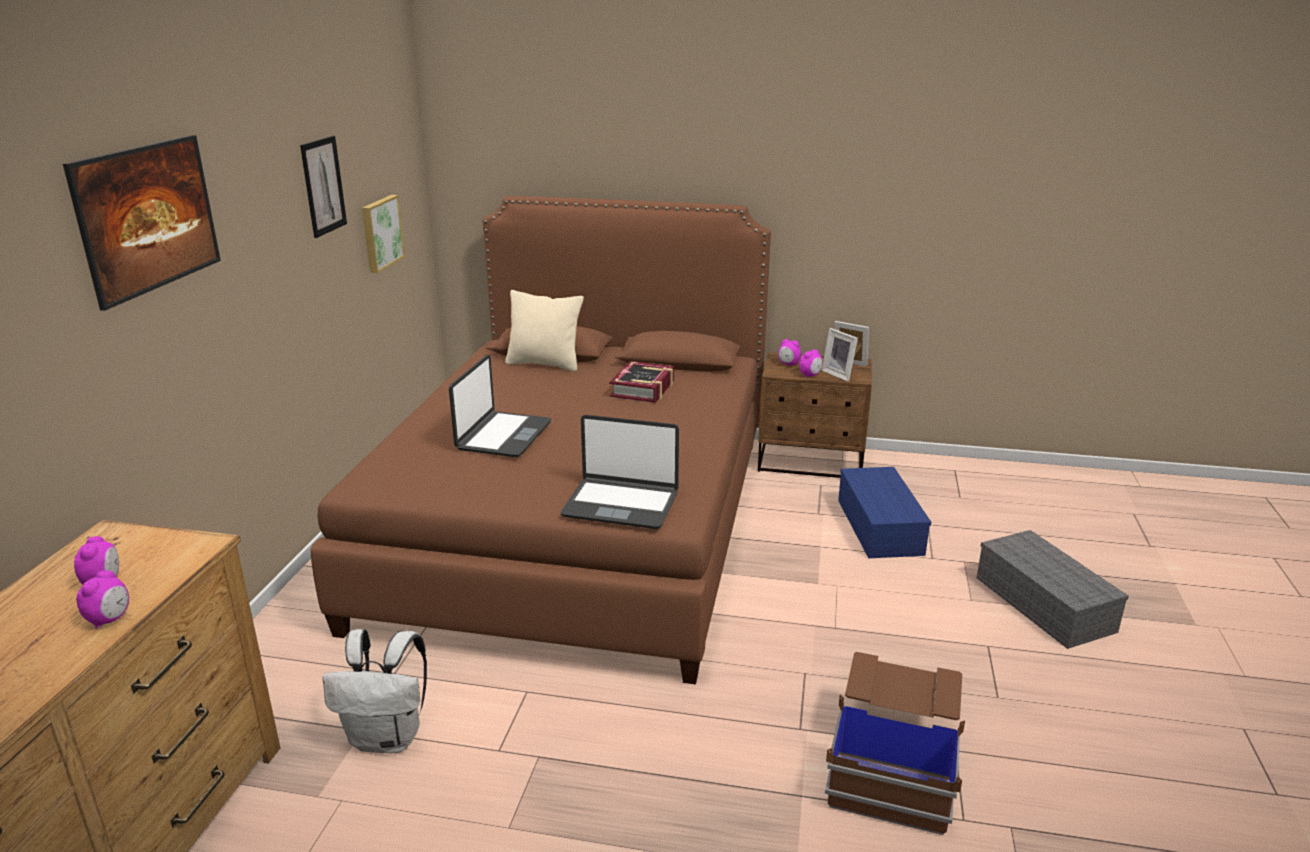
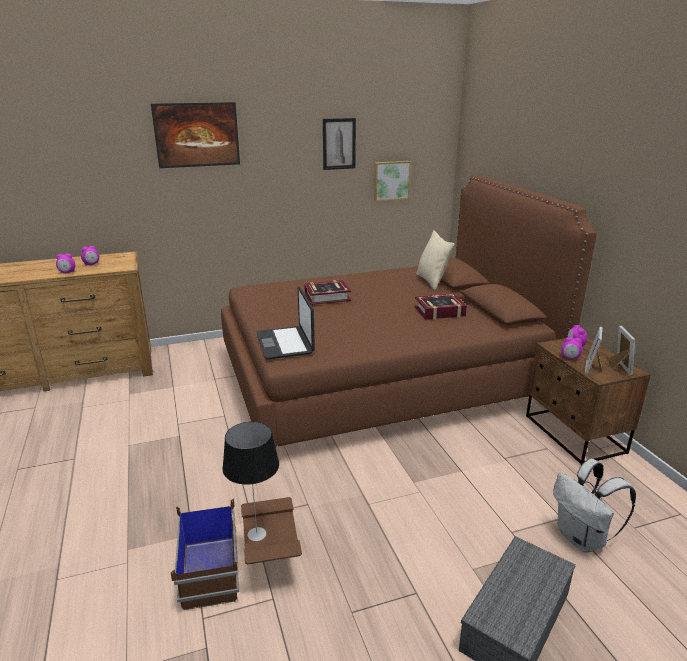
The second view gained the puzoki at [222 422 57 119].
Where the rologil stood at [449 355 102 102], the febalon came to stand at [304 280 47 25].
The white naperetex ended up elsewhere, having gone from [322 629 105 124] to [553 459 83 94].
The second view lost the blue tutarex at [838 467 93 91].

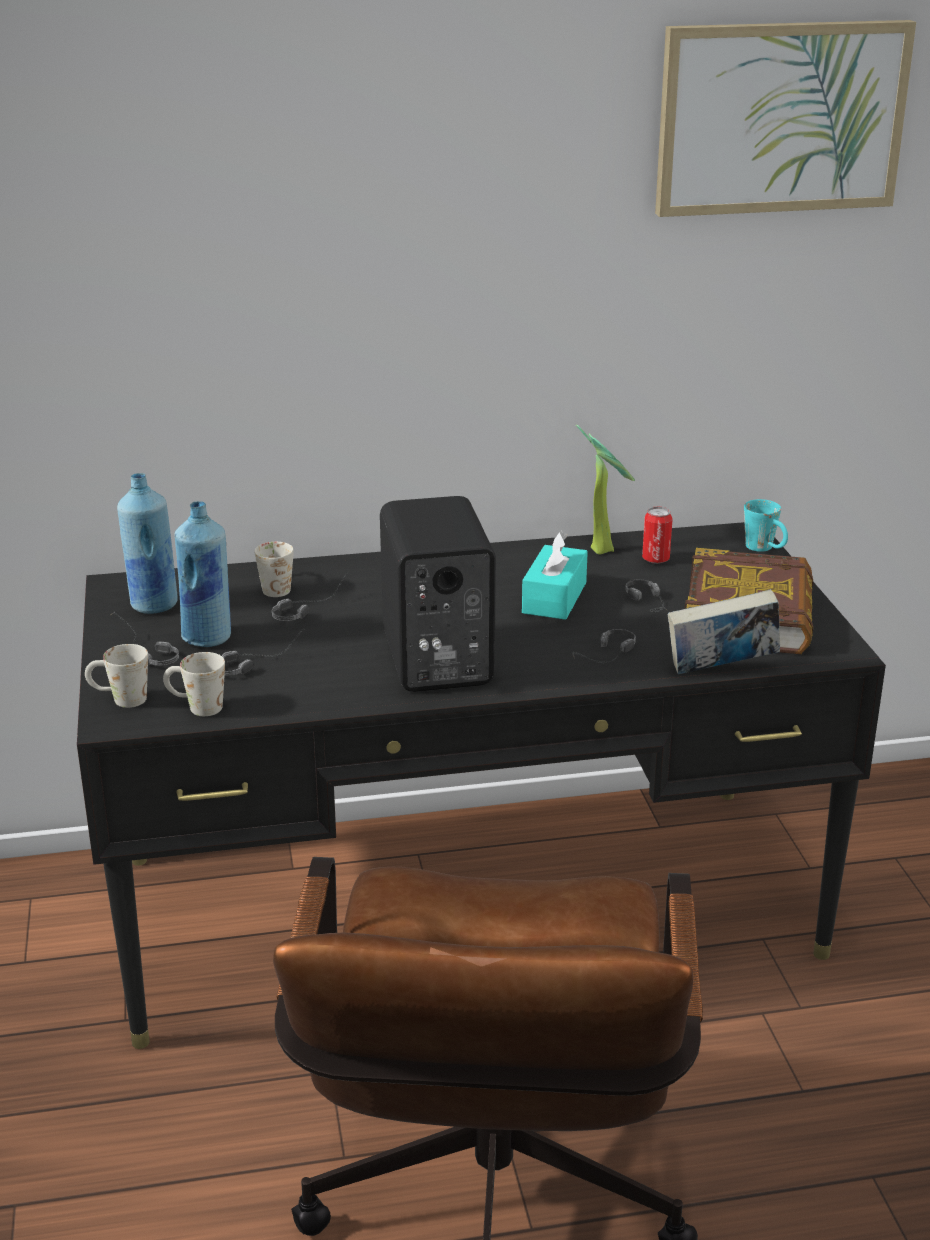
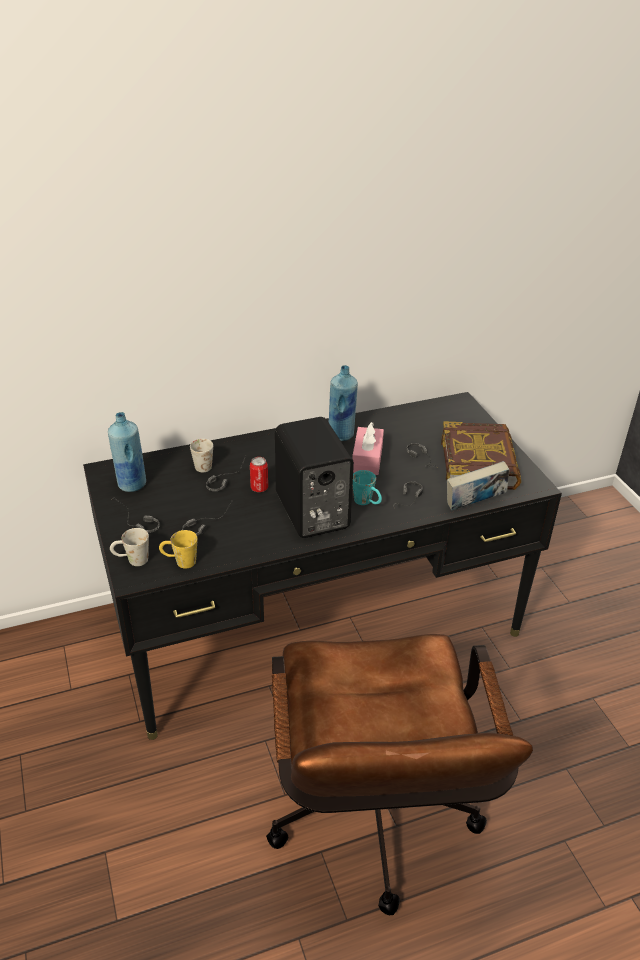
What was the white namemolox at [163 652 62 64] turned into the yellow namemolox at [159 530 39 39].
The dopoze ended up elsewhere, having gone from [642 507 31 57] to [250 457 18 35].
The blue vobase ended up elsewhere, having gone from [174 501 57 146] to [329 365 29 76].
What was the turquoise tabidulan at [522 531 66 89] turned into the pink tabidulan at [352 422 32 53].
The turquoise namemolox ended up elsewhere, having gone from [744 499 44 53] to [353 470 29 35].
The second view lost the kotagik at [576 425 59 130].
The second view lost the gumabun at [655 20 261 197].

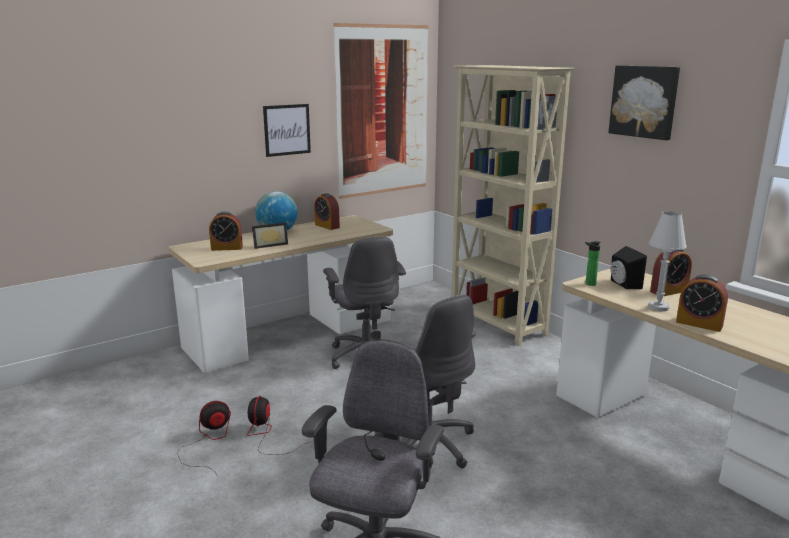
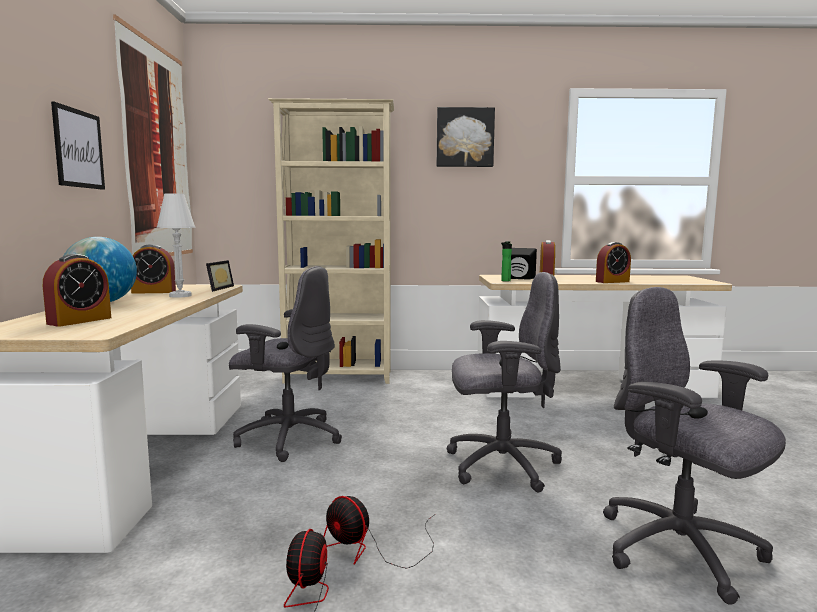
The white puzoki ended up elsewhere, having gone from [648 211 38 100] to [157 193 39 105].
The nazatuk ended up elsewhere, having gone from [252 222 36 27] to [206 260 28 32].

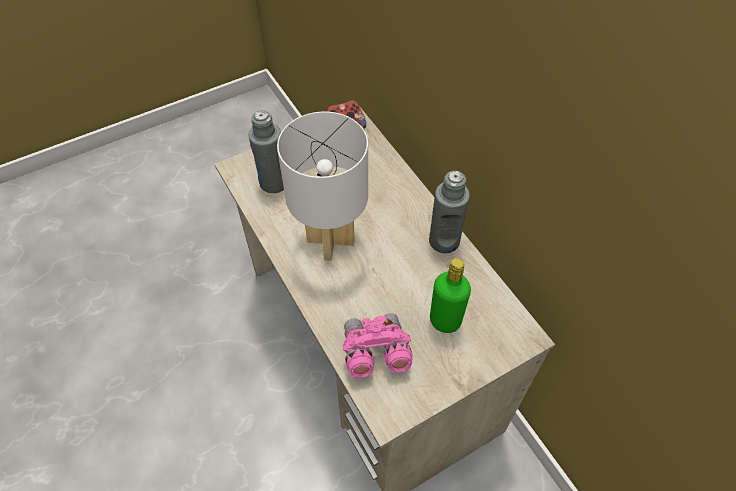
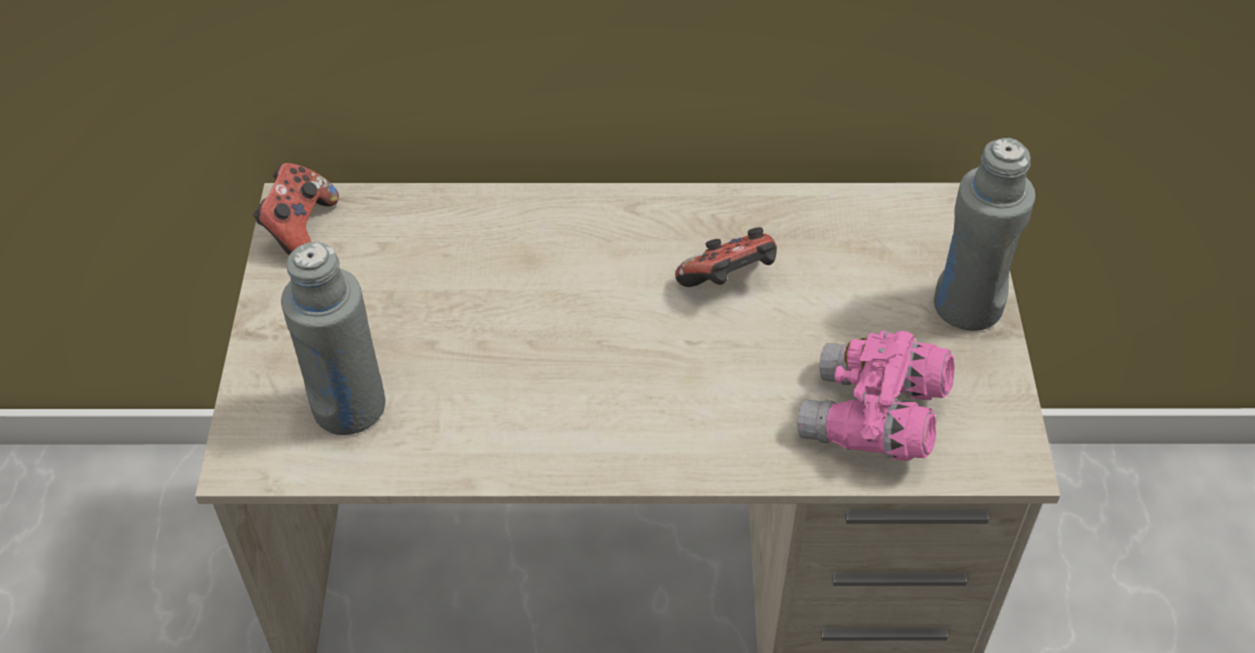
The second view gained the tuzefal at [675 227 102 60].
The grey vobase ended up elsewhere, having gone from [429 171 41 82] to [934 138 102 193].
The second view lost the white puzoki at [277 112 91 149].
The second view lost the green vobase at [430 258 41 75].

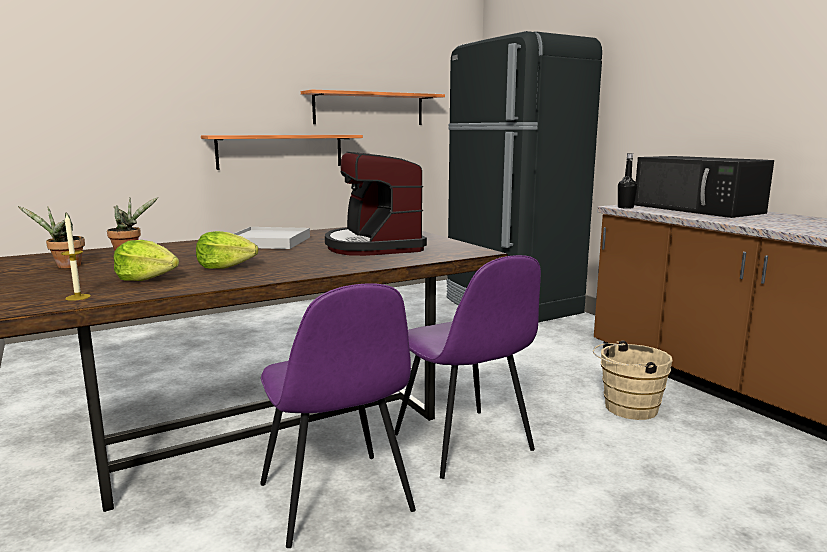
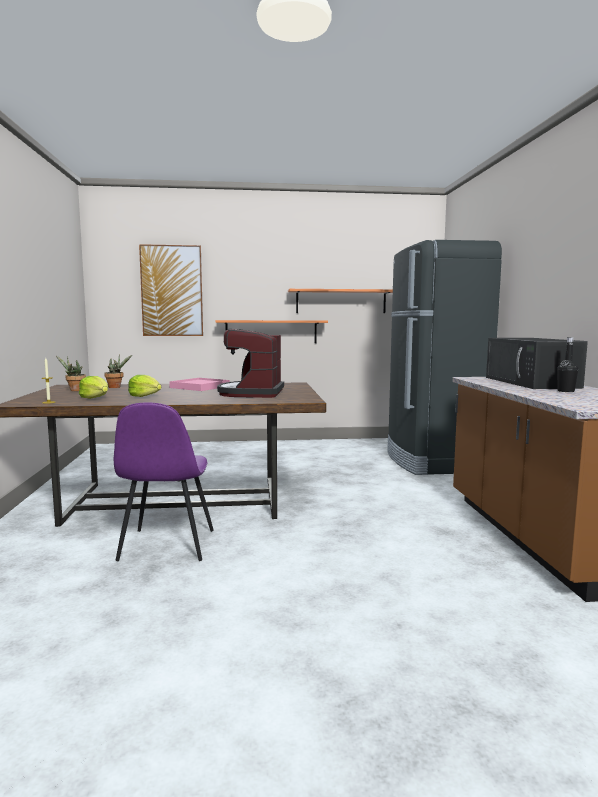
The second view gained the gumabun at [139 244 64 92].
What was the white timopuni at [233 227 77 22] turned into the pink timopuni at [169 378 61 13].
The black vobase ended up elsewhere, having gone from [618 153 19 56] to [557 337 21 55].
The second view lost the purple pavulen at [394 255 147 224].
The second view lost the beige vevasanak at [593 341 80 79].

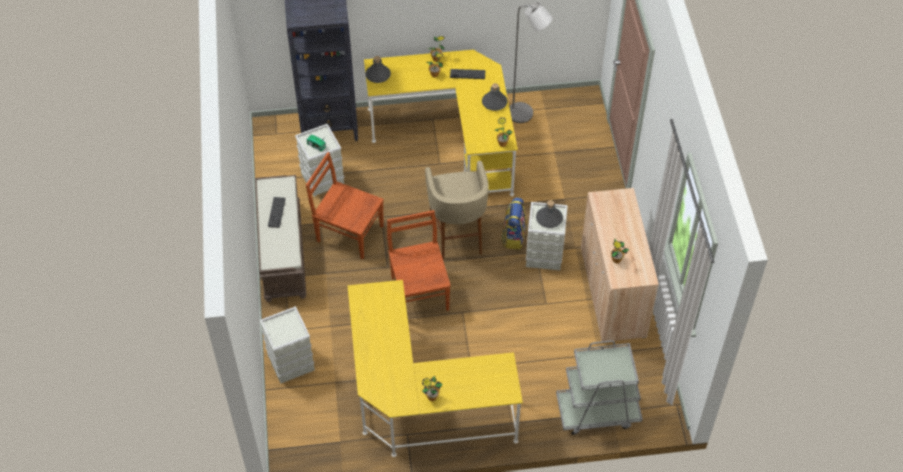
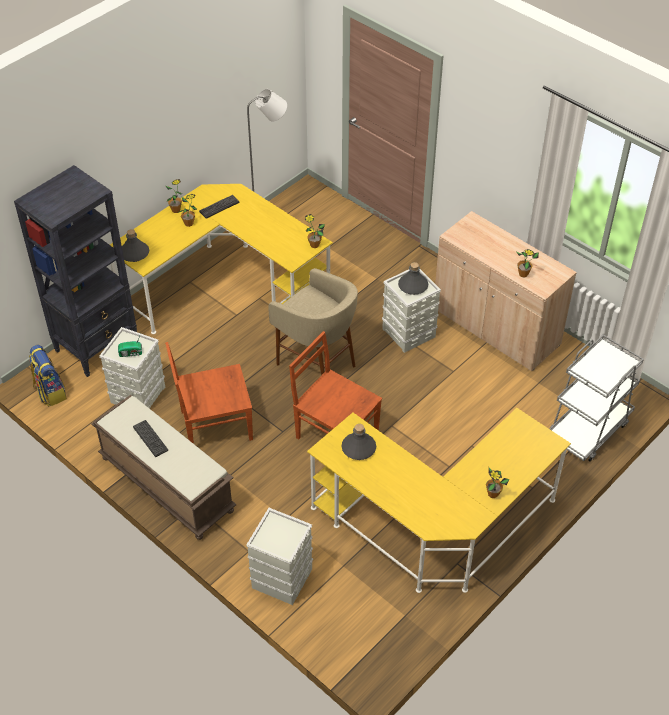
The naperetex ended up elsewhere, having gone from [501 198 26 52] to [29 345 38 62].
The grey vobase ended up elsewhere, having gone from [482 83 26 28] to [342 424 34 36].

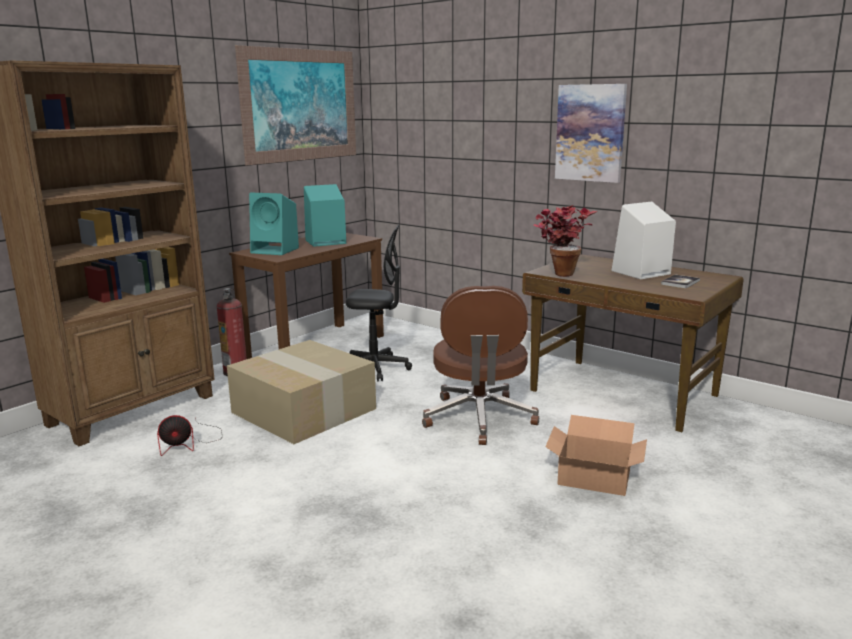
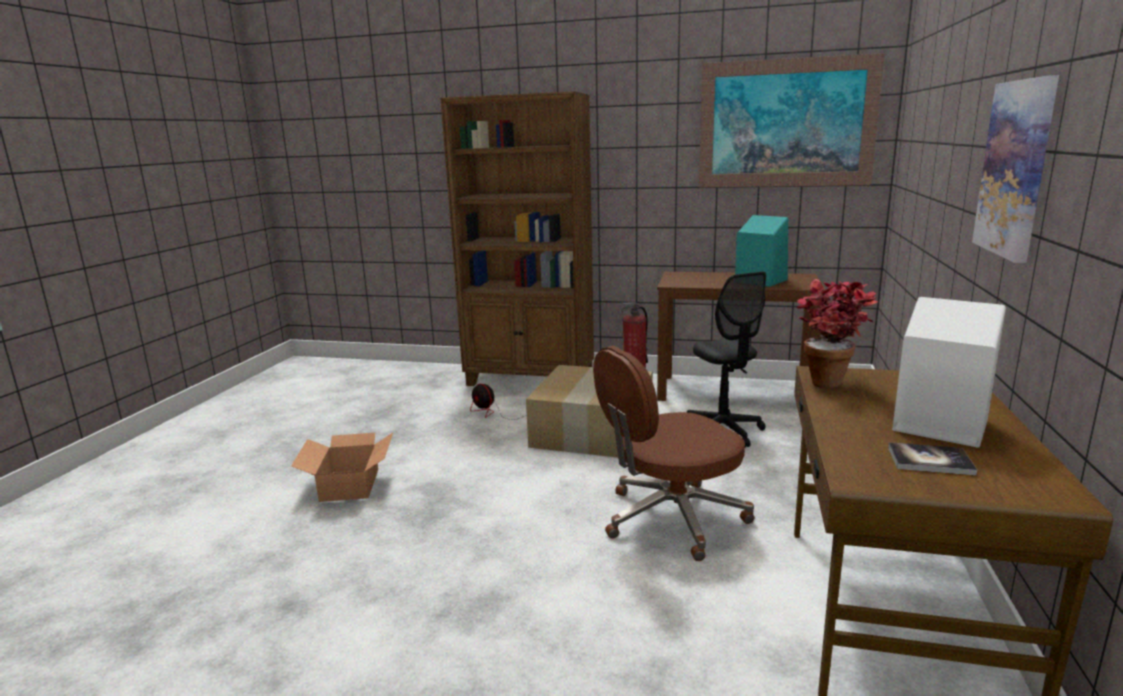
The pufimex ended up elsewhere, having gone from [545 415 102 81] to [291 433 102 69].
The second view lost the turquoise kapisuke at [249 193 50 62].

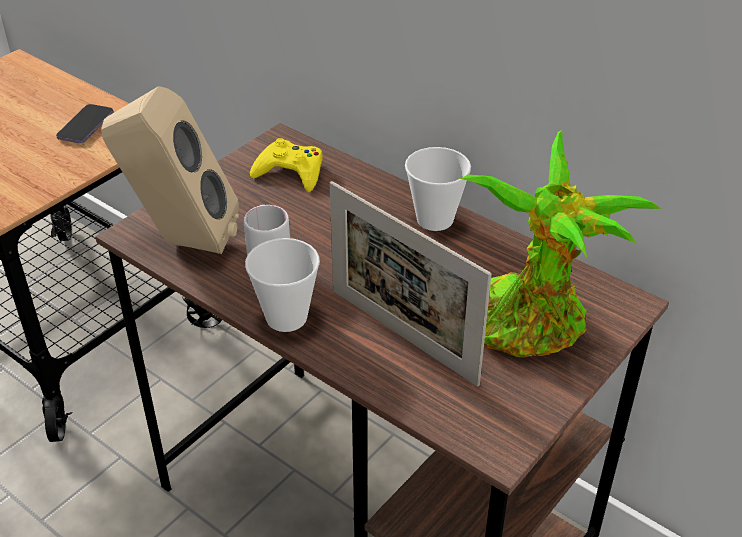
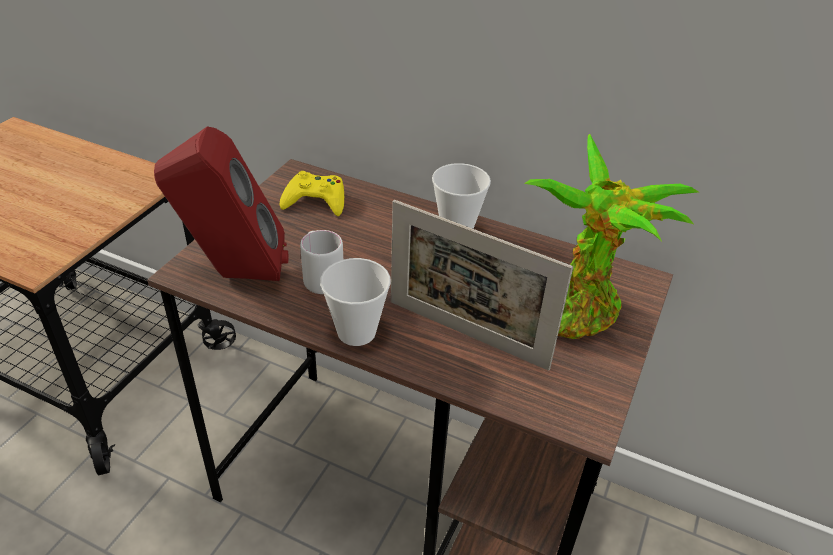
What was the beige kapisuke at [101 86 138 168] turned into the red kapisuke at [154 126 135 155].
The second view lost the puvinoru at [56 104 57 39].

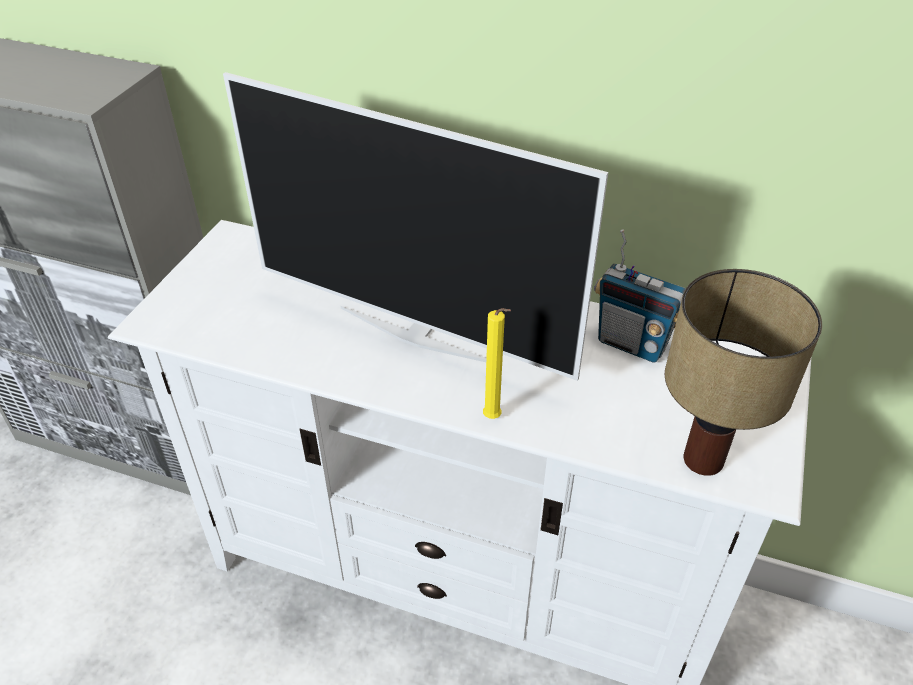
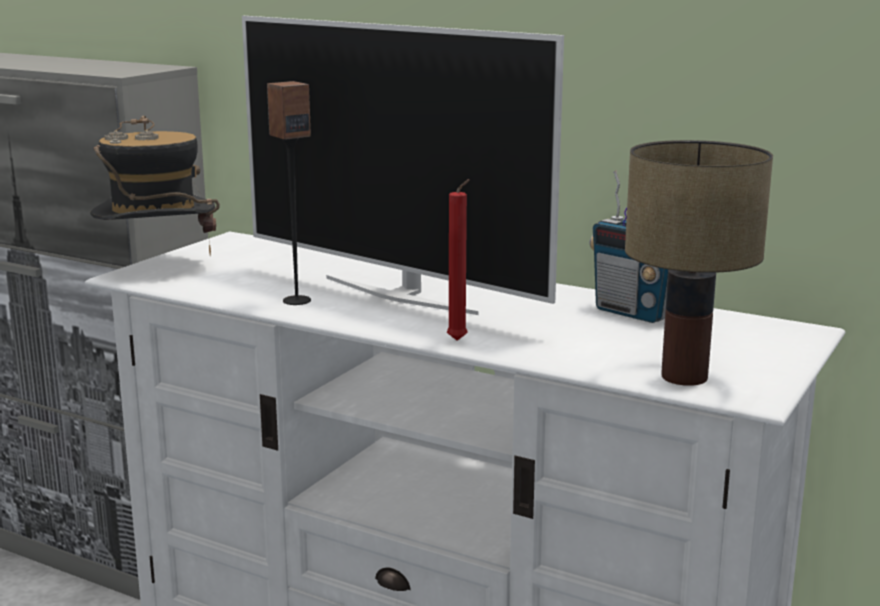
The second view gained the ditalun at [90 116 130 141].
The second view gained the kapisuke at [267 81 44 224].
What was the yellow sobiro at [483 308 28 111] turned into the red sobiro at [447 179 23 162].

